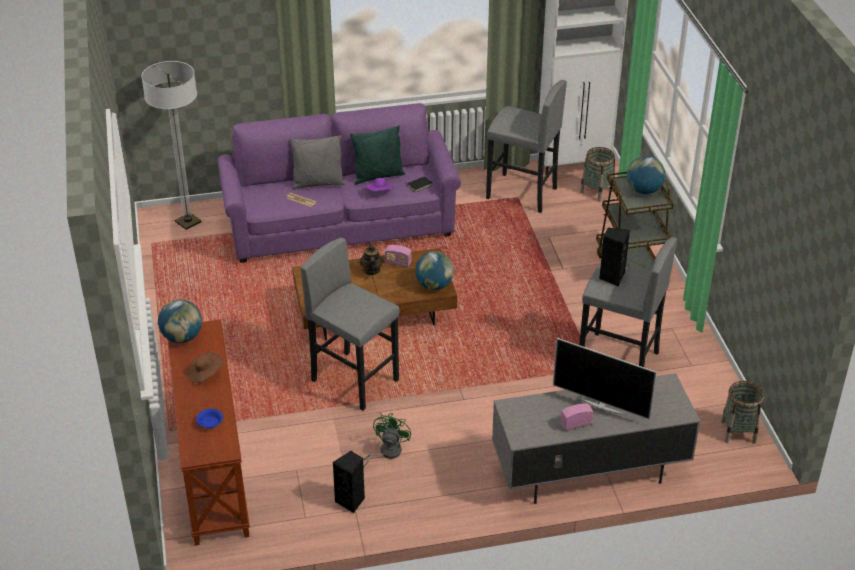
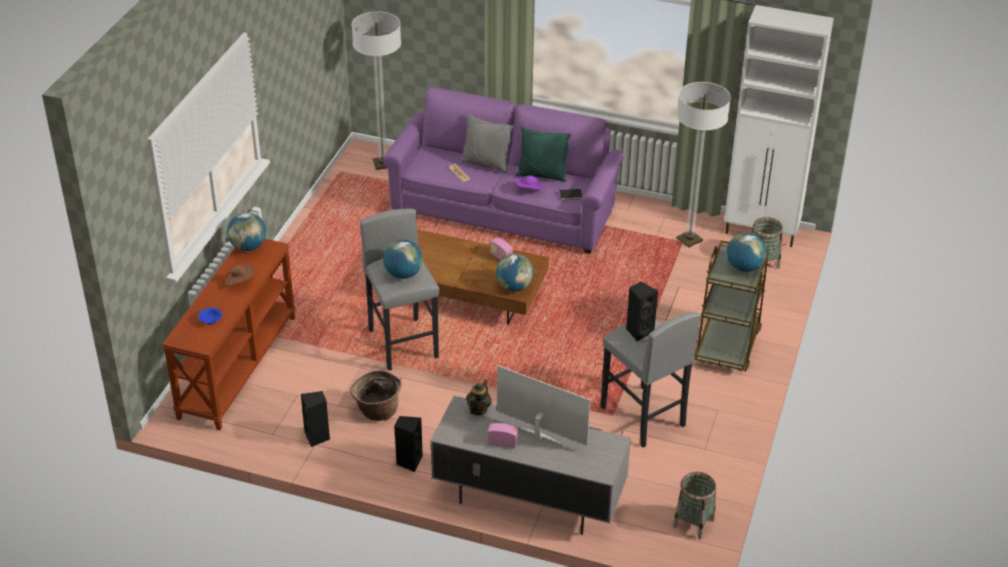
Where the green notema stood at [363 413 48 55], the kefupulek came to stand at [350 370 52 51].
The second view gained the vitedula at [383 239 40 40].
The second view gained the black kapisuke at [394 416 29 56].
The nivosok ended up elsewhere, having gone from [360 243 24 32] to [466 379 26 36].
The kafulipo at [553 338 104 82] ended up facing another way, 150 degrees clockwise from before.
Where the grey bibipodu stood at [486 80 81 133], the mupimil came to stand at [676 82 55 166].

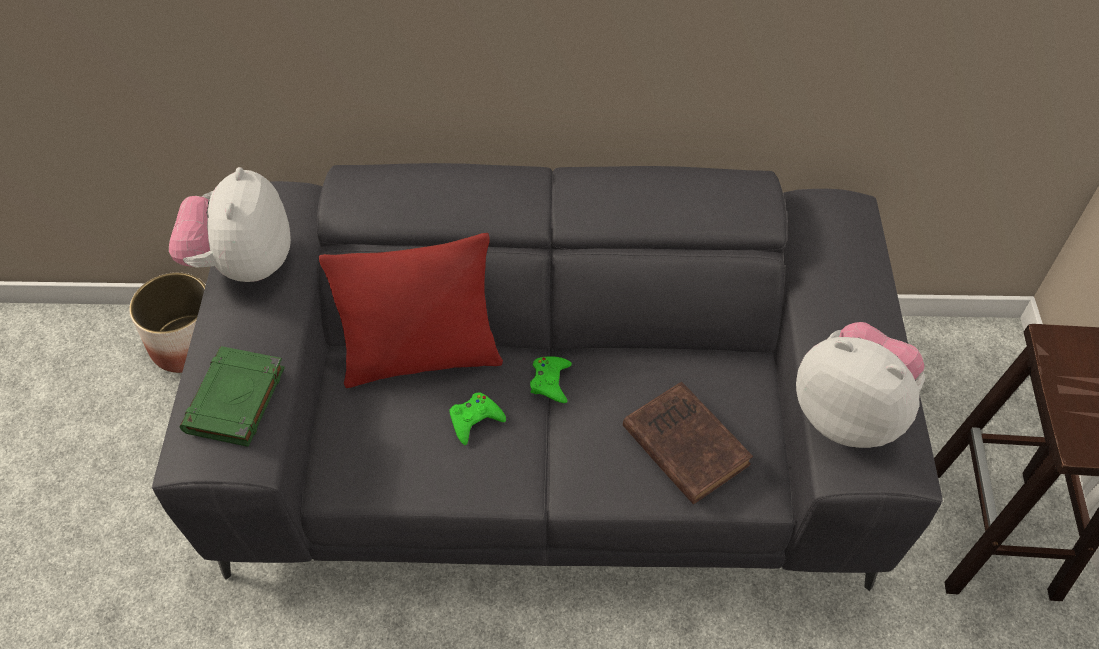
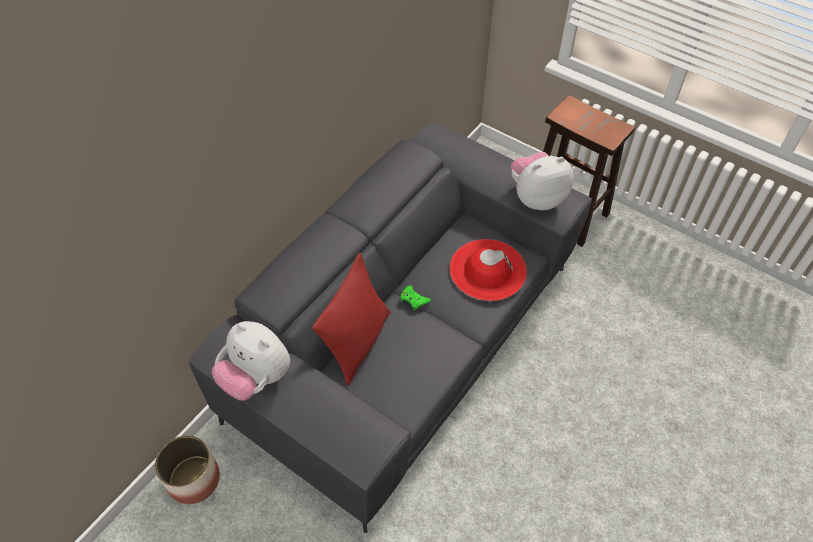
Where the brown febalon stood at [623 382 130 122], the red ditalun came to stand at [450 239 77 62].
The second view lost the green febalon at [180 346 105 101].
The second view lost the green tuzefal at [449 392 57 53].

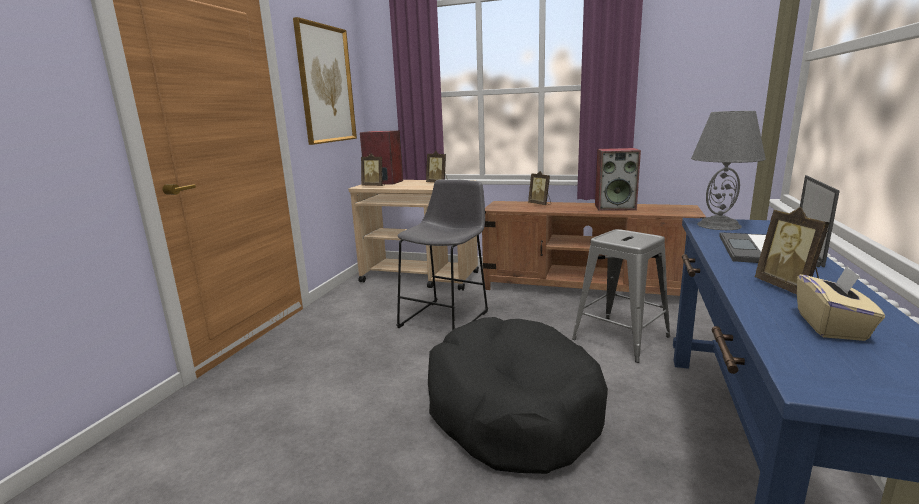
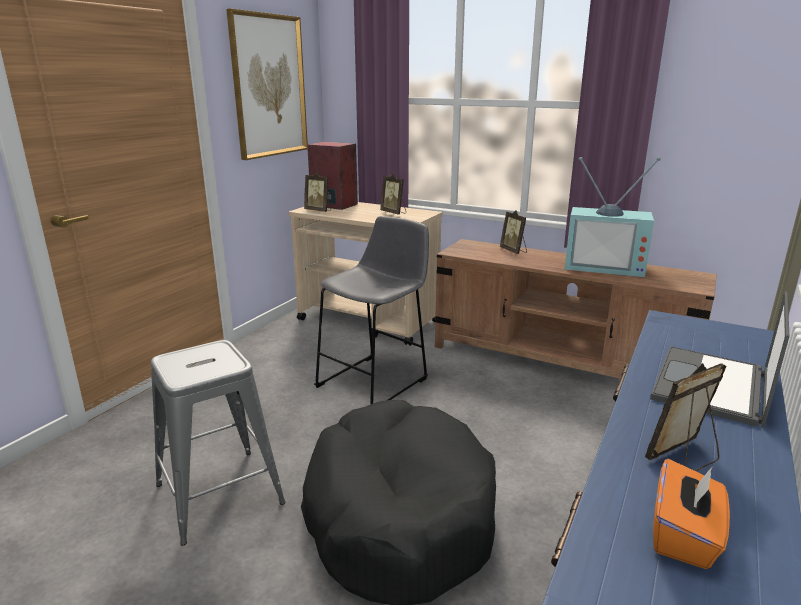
The grey bibipodu ended up elsewhere, having gone from [572 229 98 134] to [151 340 134 205].
Where the kapisuke stood at [595 148 46 63], the kafulipo came to stand at [565 157 96 120].
The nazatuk at [754 207 76 87] ended up facing another way, 60 degrees clockwise from before.
What was the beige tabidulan at [797 266 88 75] turned into the orange tabidulan at [653 459 77 110].
The second view lost the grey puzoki at [691 111 75 119].

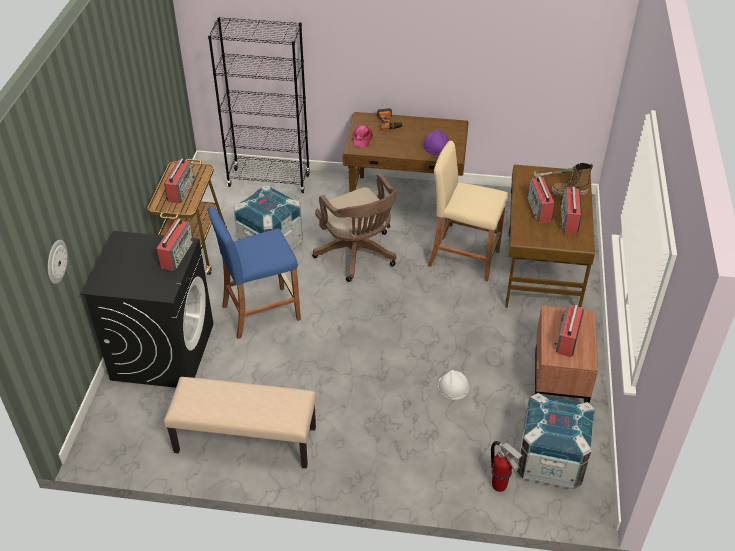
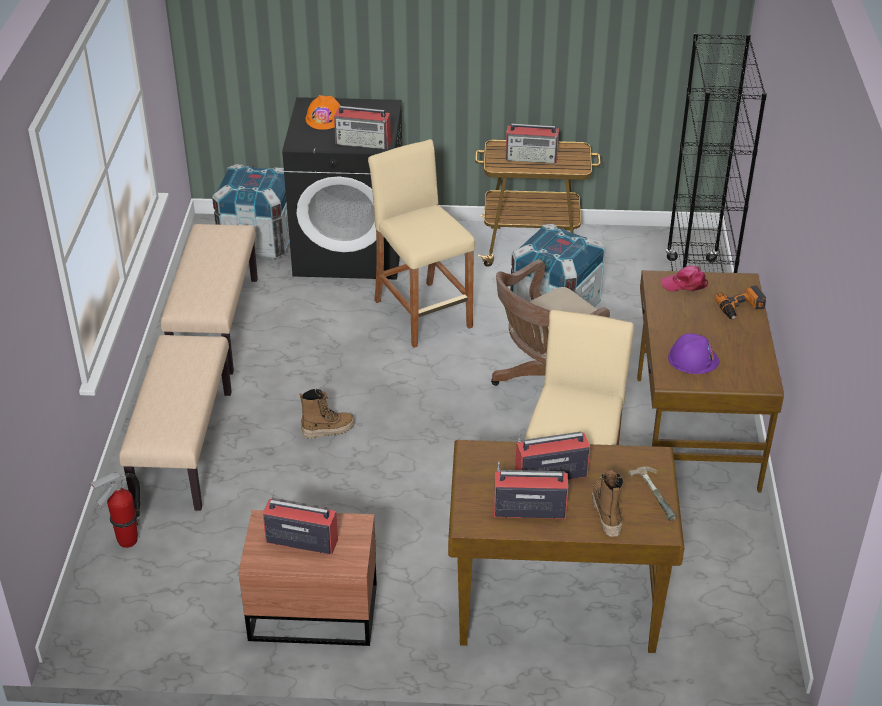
The second view gained the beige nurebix at [119 335 113 176].
The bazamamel ended up elsewhere, having gone from [517 393 78 97] to [212 164 78 96].
The second view gained the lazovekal at [299 389 56 50].
The second view gained the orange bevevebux at [305 95 36 35].
What was the blue bibipodu at [208 206 93 133] turned into the beige bibipodu at [368 139 107 209].
The second view lost the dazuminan at [48 240 20 44].
The second view lost the white bevevebux at [437 370 32 30].

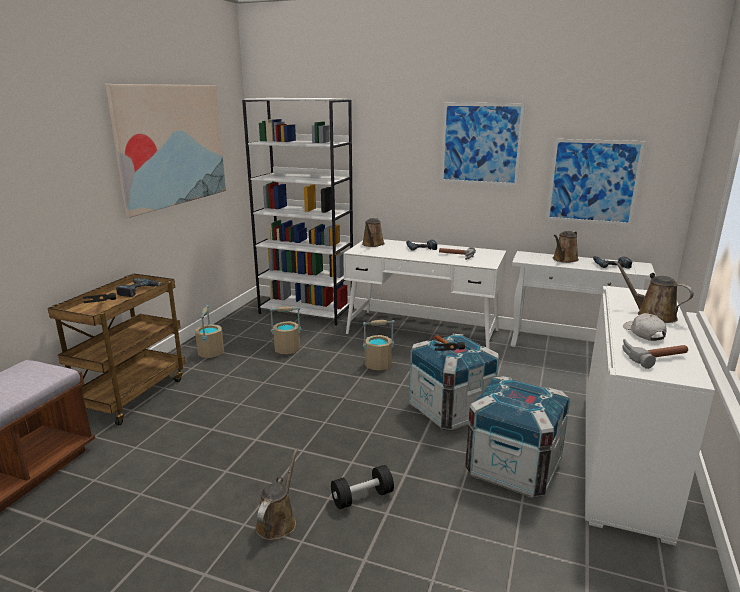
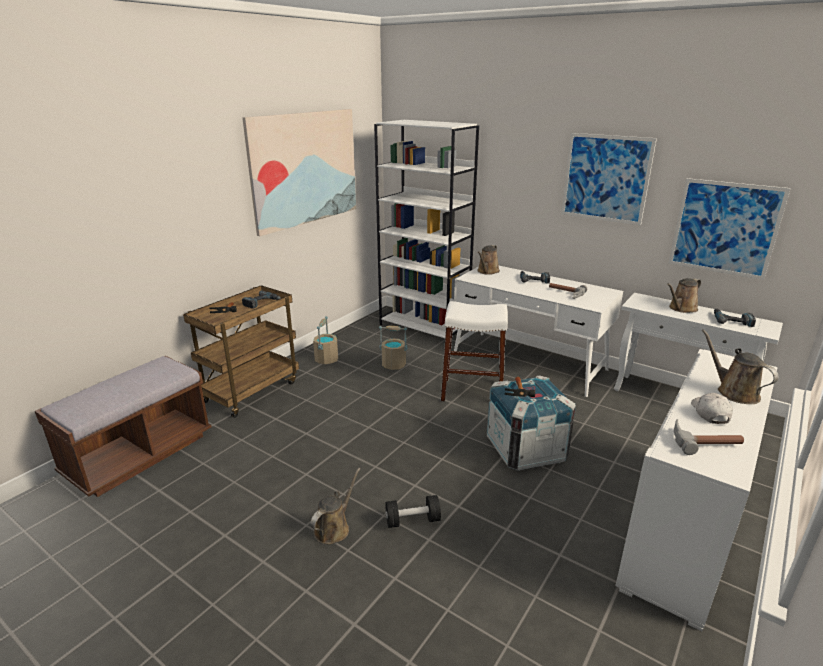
Where the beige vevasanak stood at [363 320 32 50], the white bibipodu came to stand at [441 301 67 101].
The second view lost the bazamamel at [465 376 105 122].

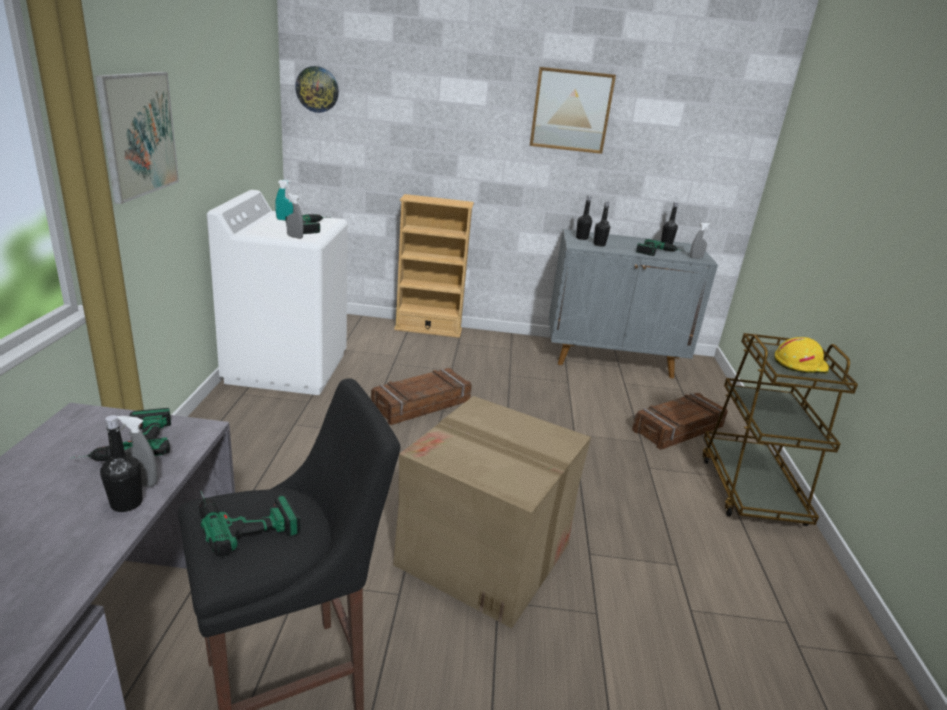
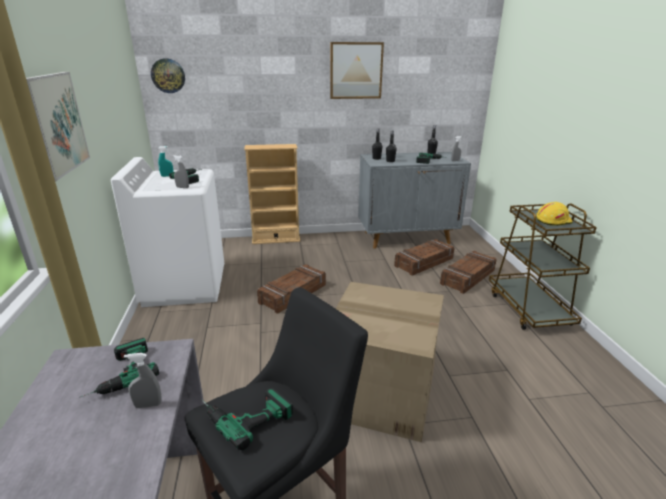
The second view gained the bazamamel at [394 239 60 37].
The second view lost the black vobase at [100 415 42 97].

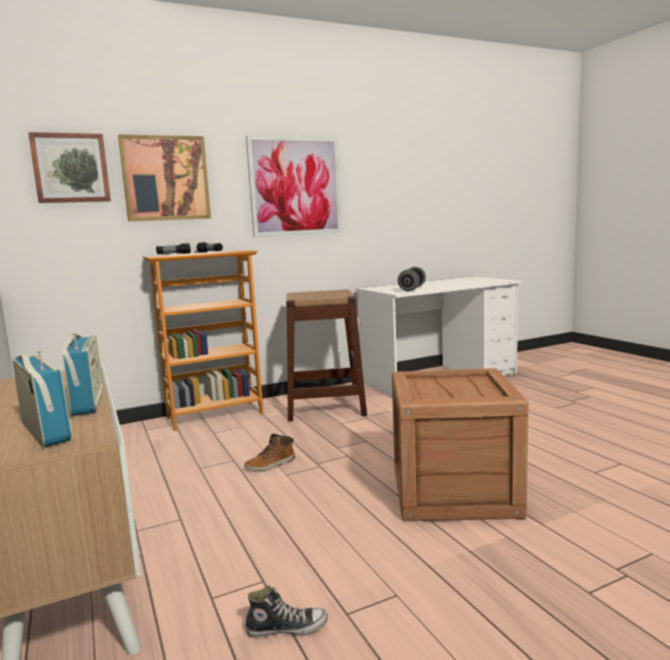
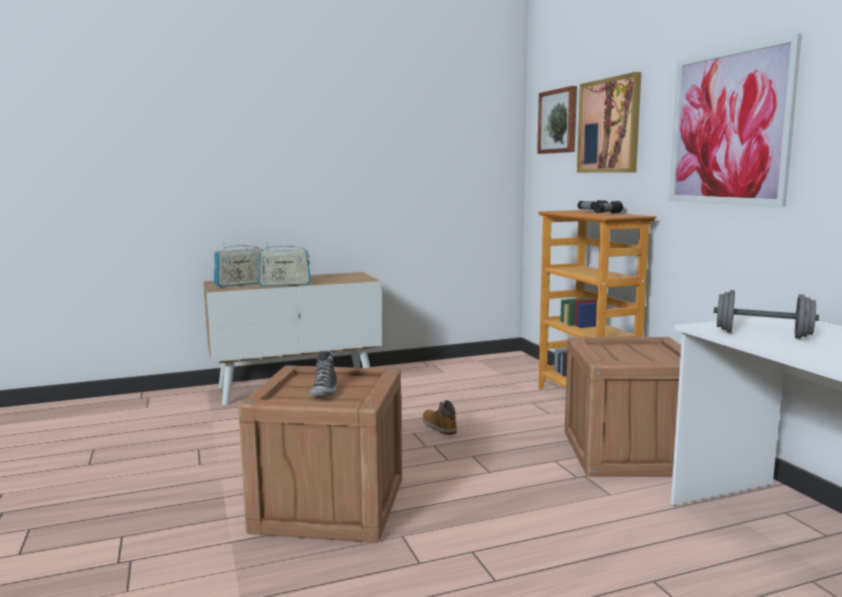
The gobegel ended up elsewhere, having gone from [245 586 83 52] to [310 350 27 47].
Where the brown bibipodu stood at [286 290 81 132], the bazamamel came to stand at [565 337 116 140].

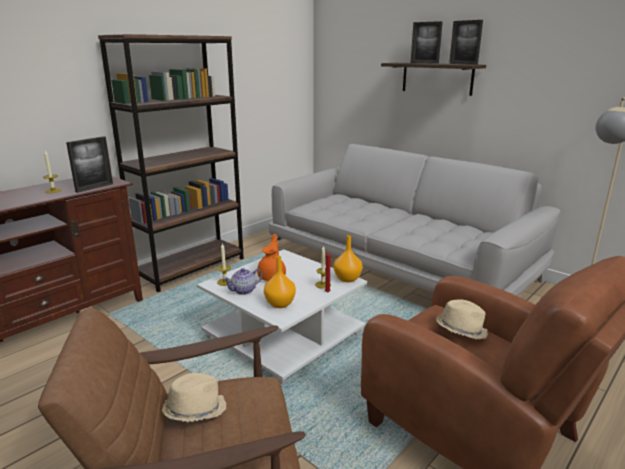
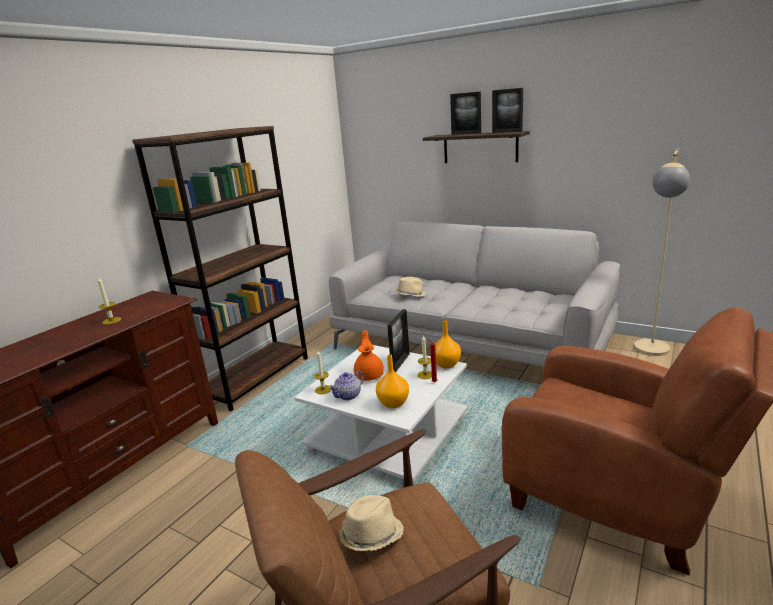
The nazatuk ended up elsewhere, having gone from [66 136 47 57] to [387 309 23 64].
The beige ditalun ended up elsewhere, having gone from [436 300 52 40] to [395 277 31 20].

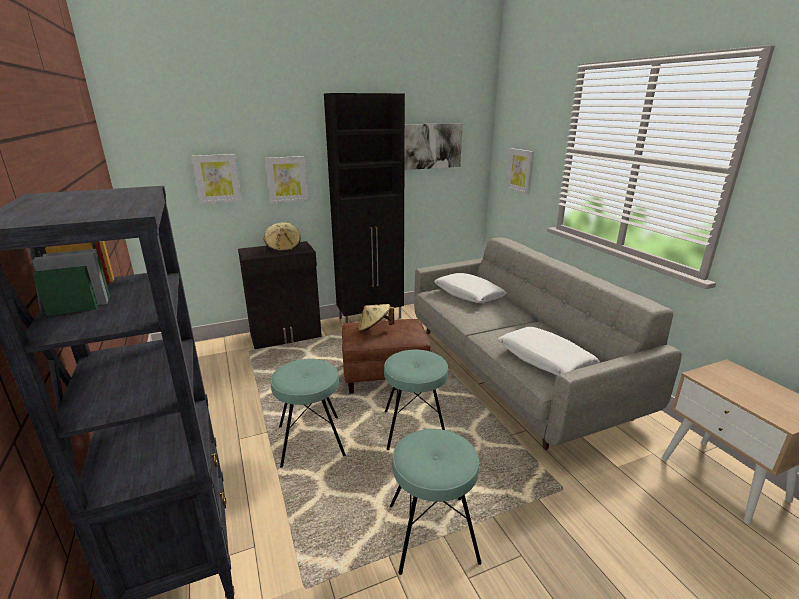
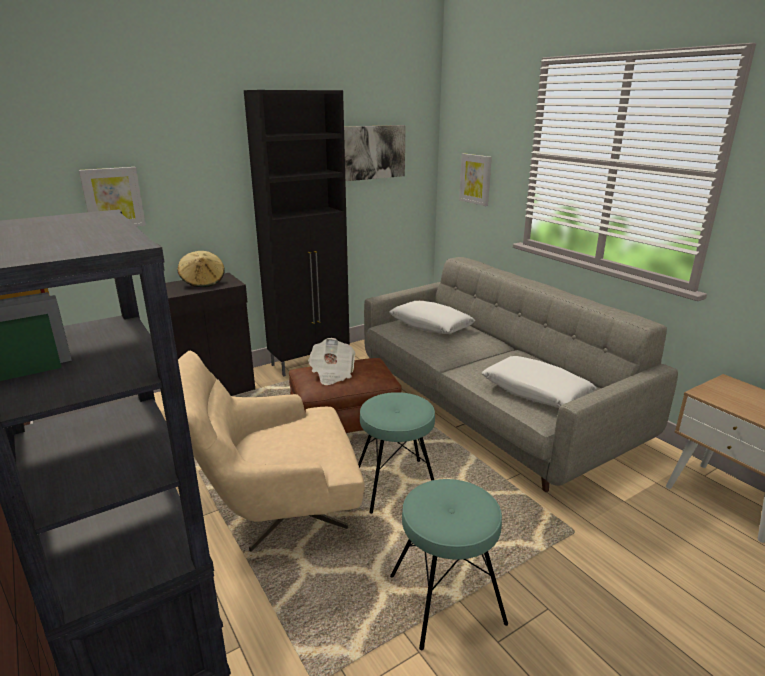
Where the turquoise bibipodu stood at [270 359 76 109], the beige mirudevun came to stand at [178 351 187 200].
Where the beige ditalun stood at [358 304 36 28], the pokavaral came to stand at [308 338 47 47].
The second view lost the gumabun at [265 156 43 47].

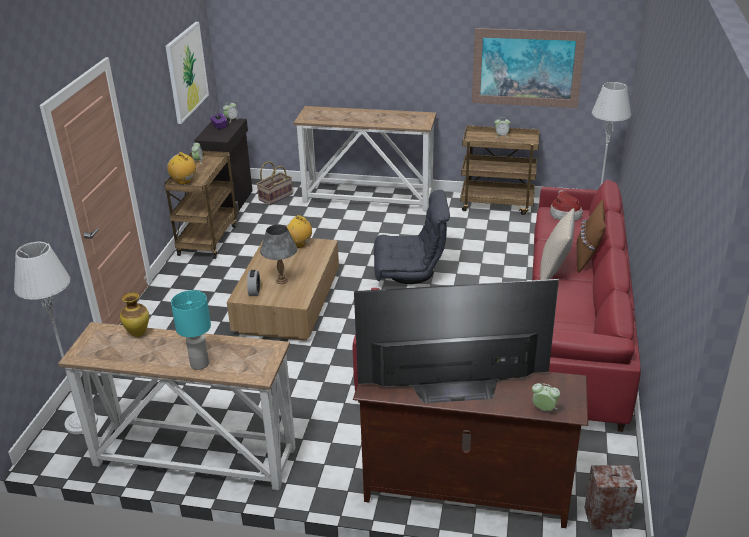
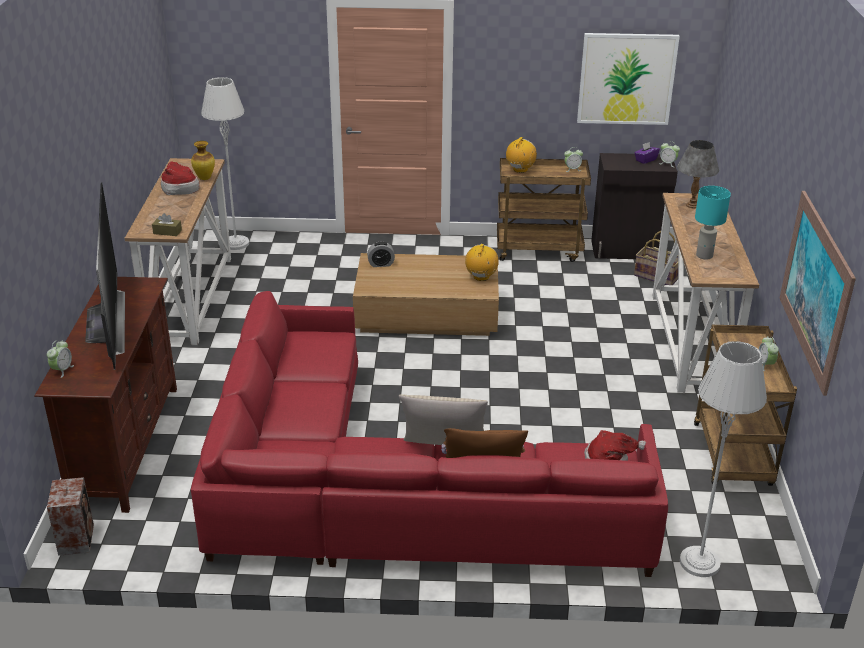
The second view gained the brown tabidulan at [152 213 30 23].
The second view gained the ditalun at [161 161 39 34].
The grey puzoki ended up elsewhere, having gone from [260 225 38 59] to [677 140 42 68].
The turquoise puzoki ended up elsewhere, having gone from [171 290 40 80] to [695 186 36 74].
The second view lost the grey mirudevun at [374 190 76 94].

